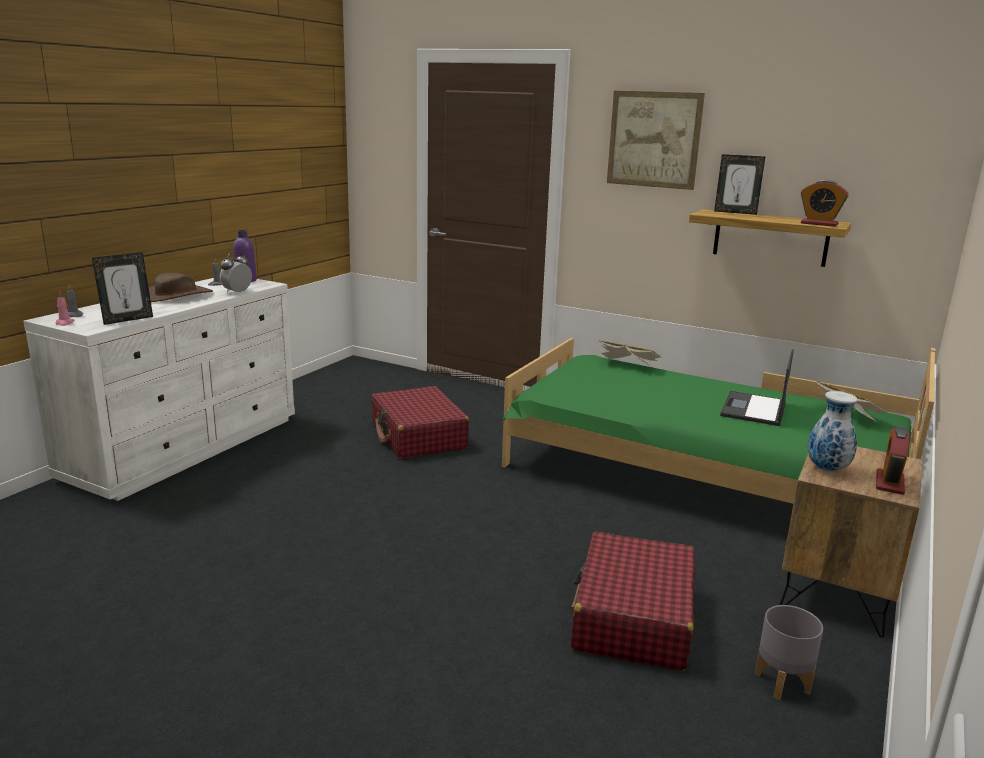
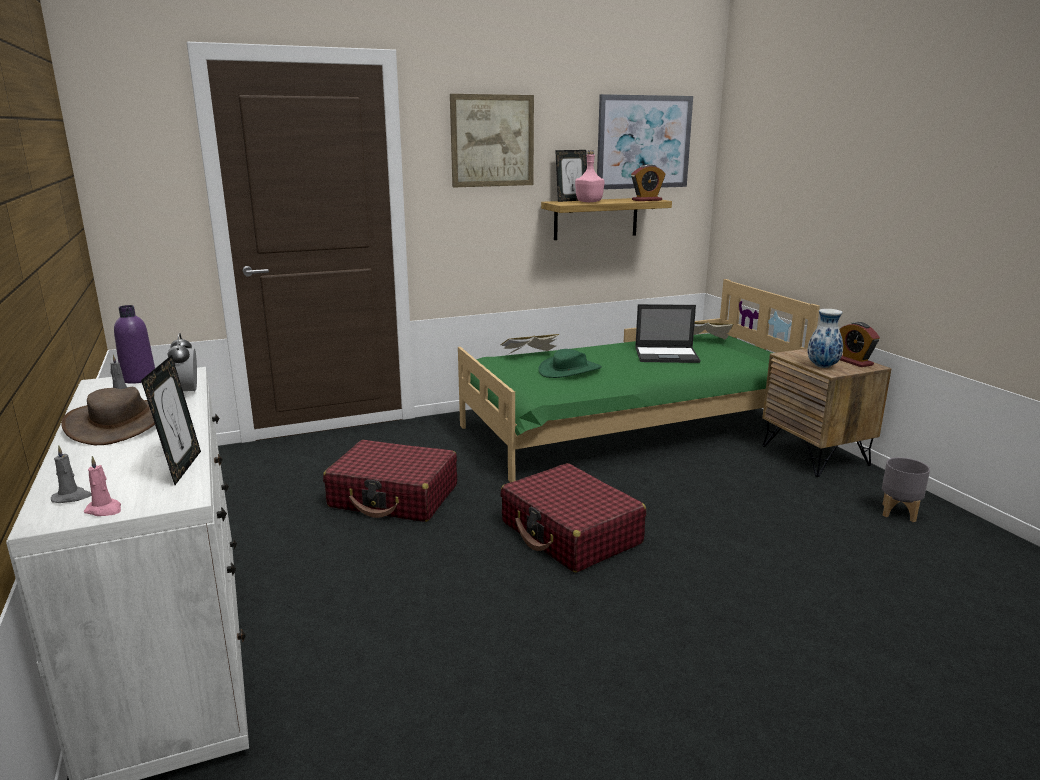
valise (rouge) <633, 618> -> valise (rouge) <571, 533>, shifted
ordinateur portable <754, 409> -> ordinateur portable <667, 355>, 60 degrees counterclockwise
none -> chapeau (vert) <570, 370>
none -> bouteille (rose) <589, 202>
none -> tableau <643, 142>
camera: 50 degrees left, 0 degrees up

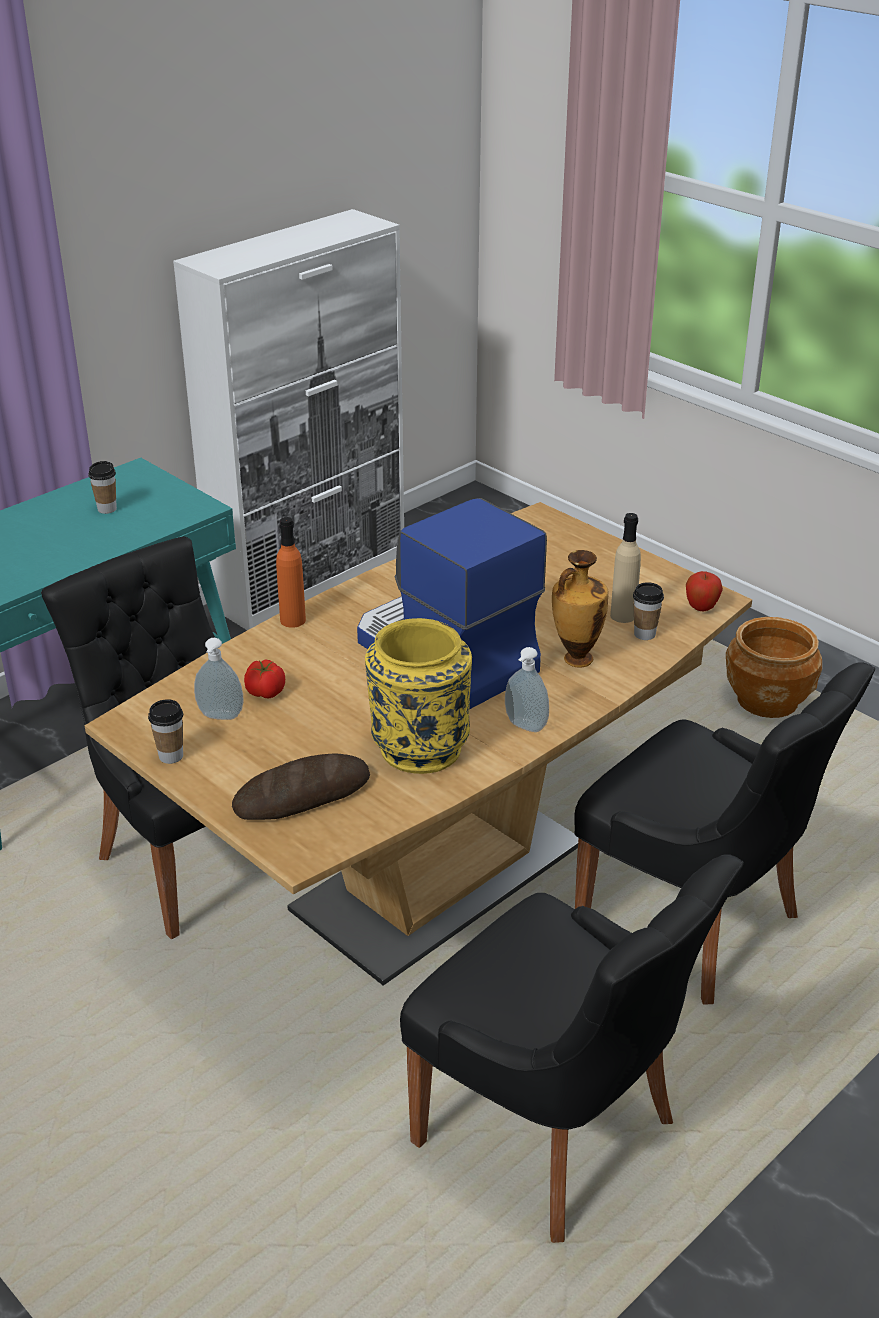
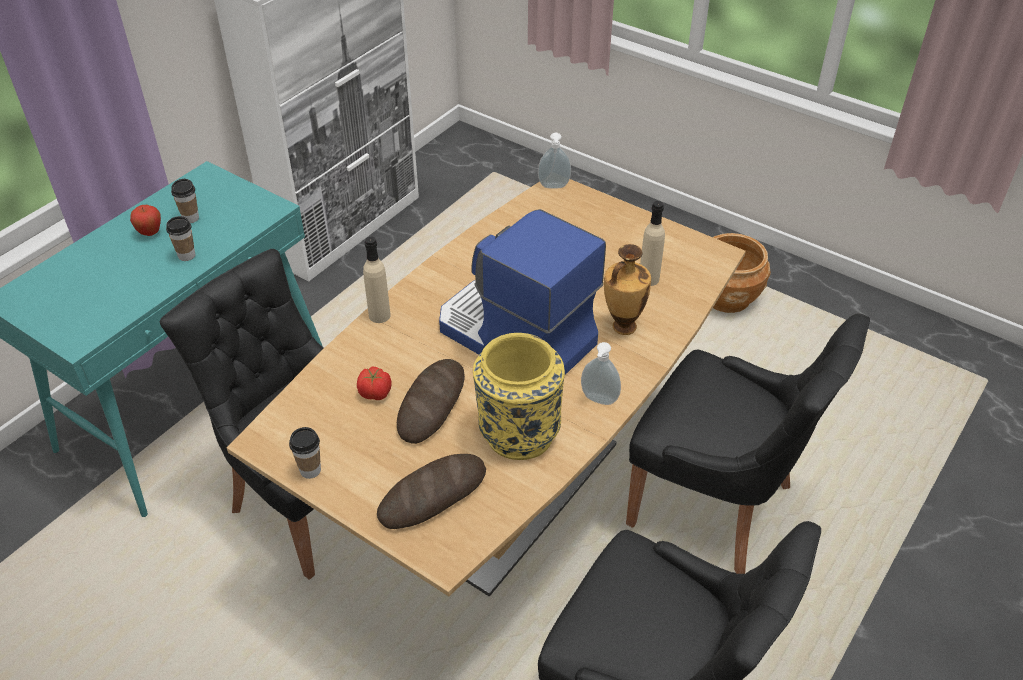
distributeur de savon <220, 717> -> distributeur de savon <554, 187>, shifted
bouteille (orange) <293, 620> -> bouteille (beige) <379, 315>
tasse <644, 634> -> tasse <186, 255>, shifted
pomme <701, 608> -> pomme <150, 233>, shifted
none -> pain <432, 404>
camera: 10 degrees left, 10 degrees up

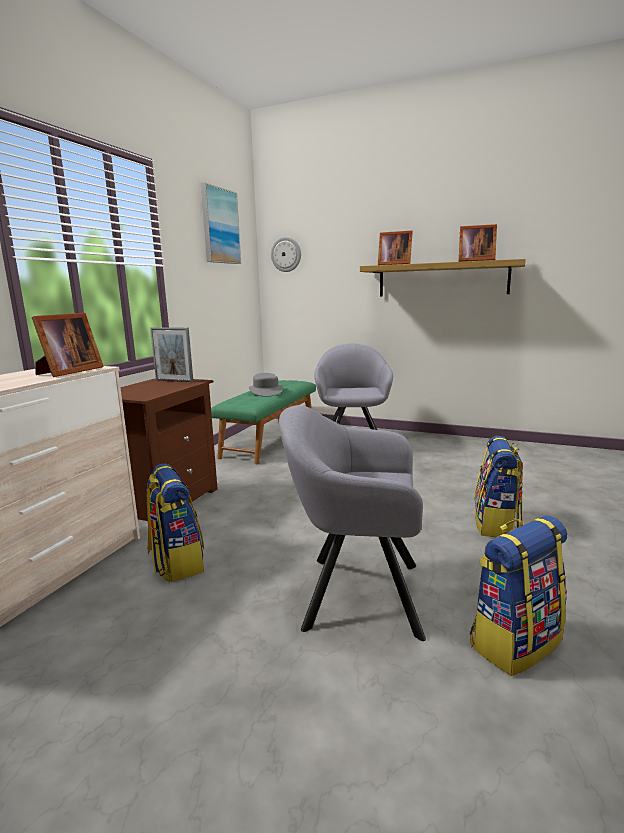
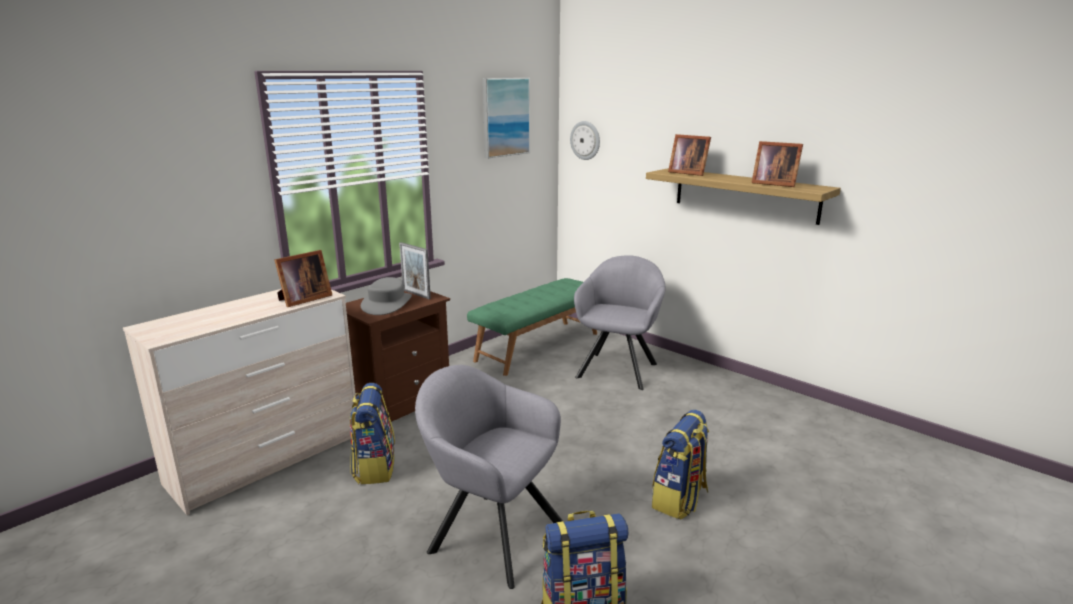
chapeau (gris) <266, 391> -> chapeau (gris) <387, 304>, shifted
camera: 20 degrees right, 5 degrees up

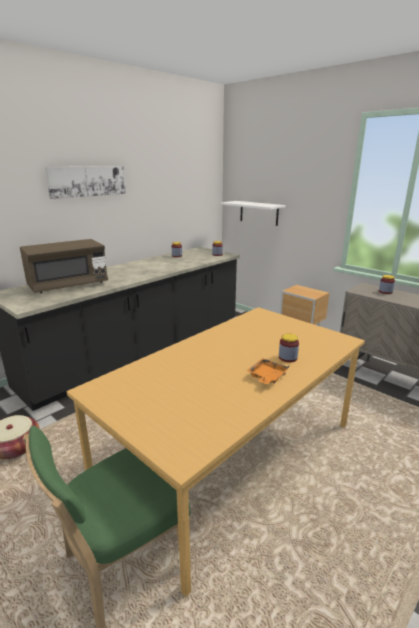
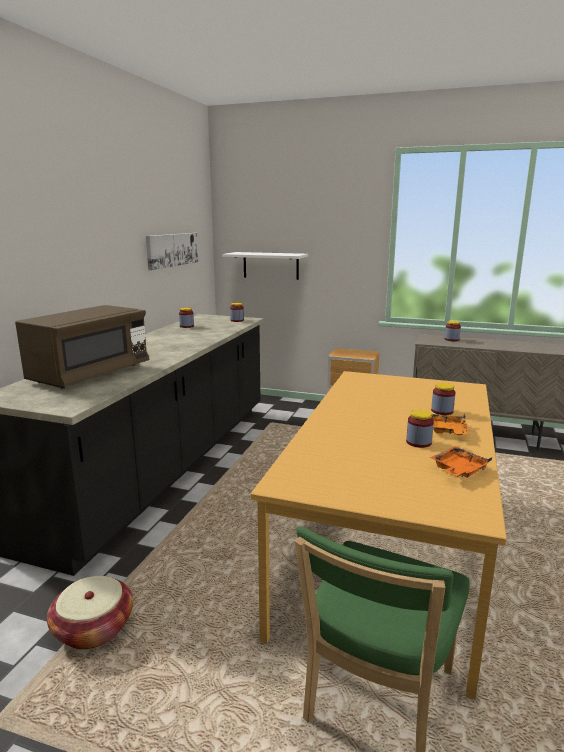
tableau <87, 181> -> tableau <172, 250>, shifted
none -> bocal <418, 442>
none -> plateau (orange) <458, 470>
camera: 25 degrees left, 5 degrees down

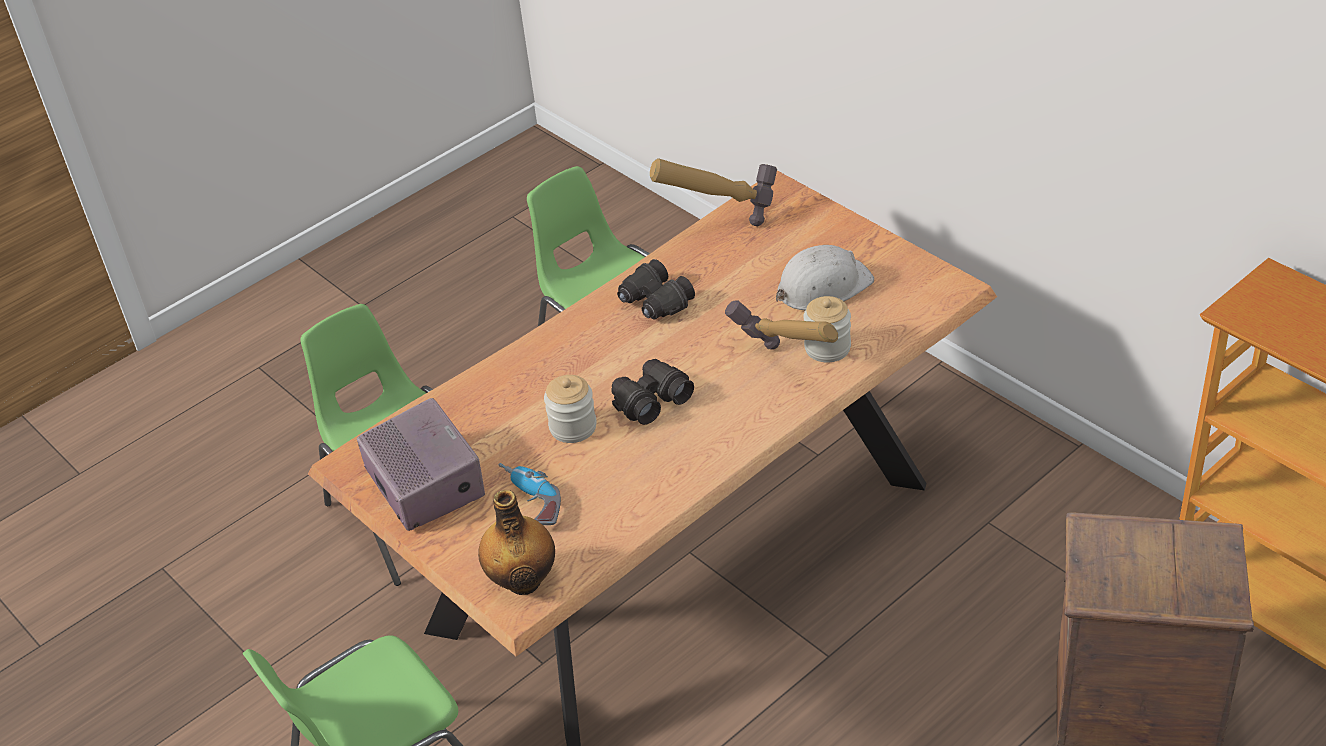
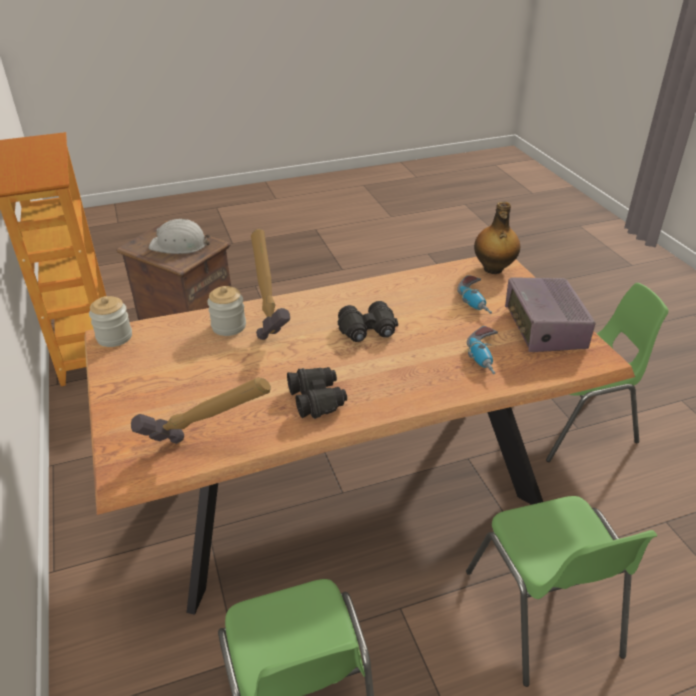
bocal <573, 427> -> bocal <114, 337>, shifted
casque de chantier (blanc) <822, 286> -> casque de chantier (blanc) <179, 245>, shifted
none -> perceuse <486, 357>
camera: 160 degrees left, 5 degrees down

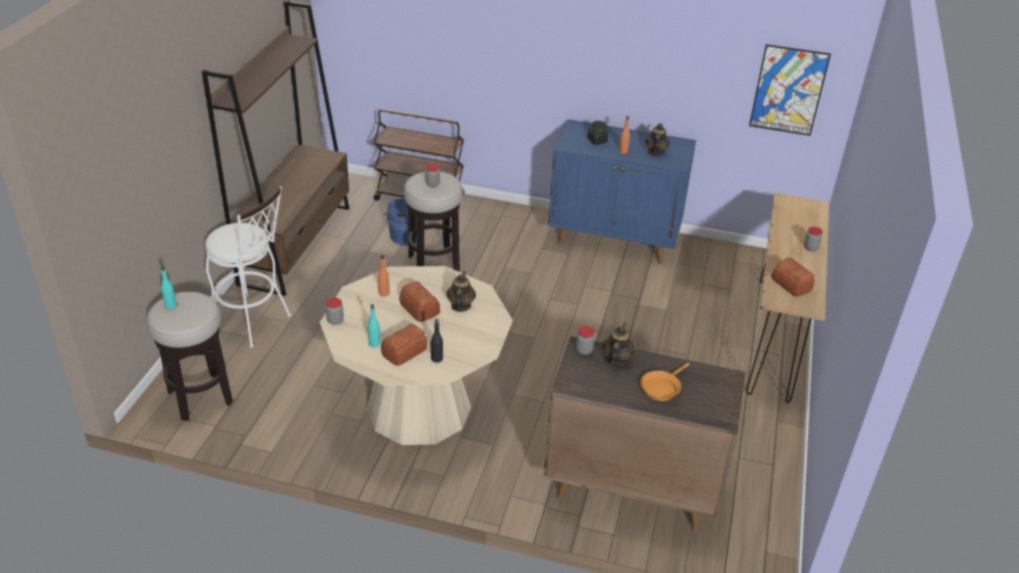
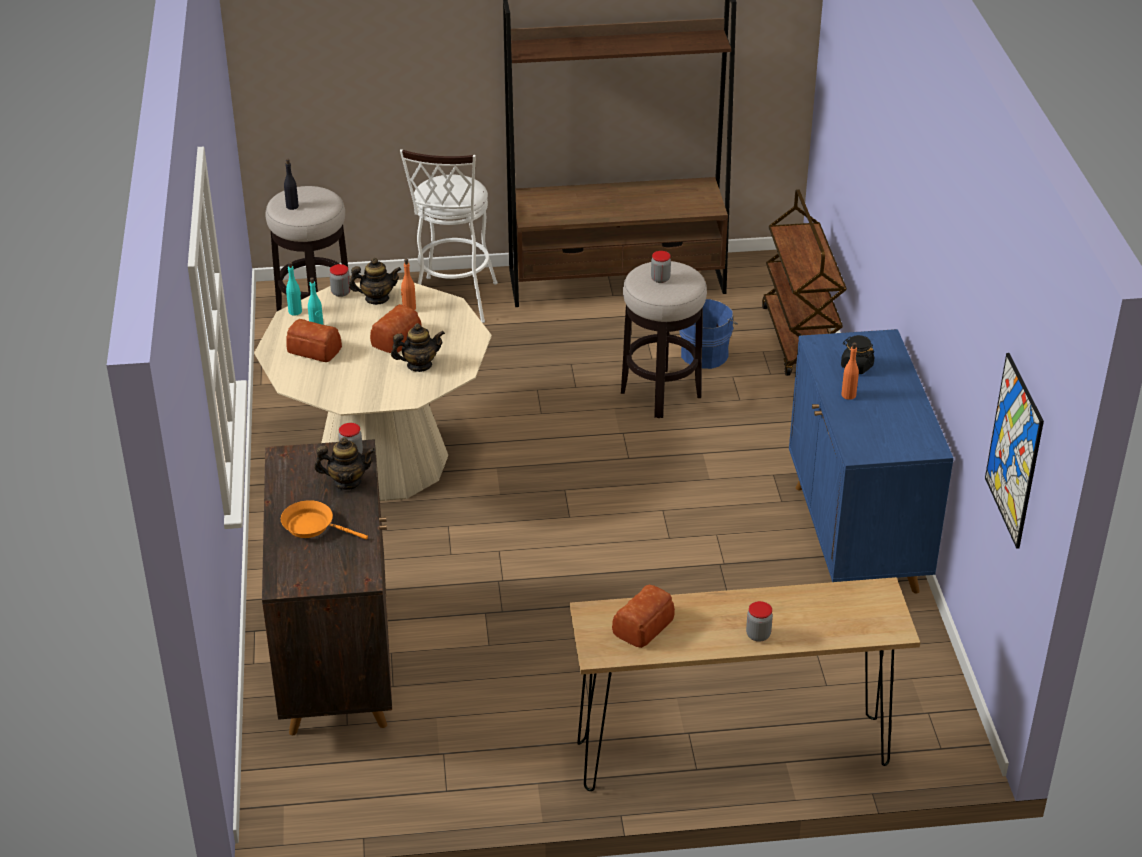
bouteille (turquoise) <170, 305> -> bouteille (turquoise) <295, 311>, shifted
bouteille (noir) <436, 358> -> bouteille (noir) <292, 206>, shifted
théière <655, 152> -> théière <376, 298>, shifted
camera: 70 degrees right, 0 degrees up

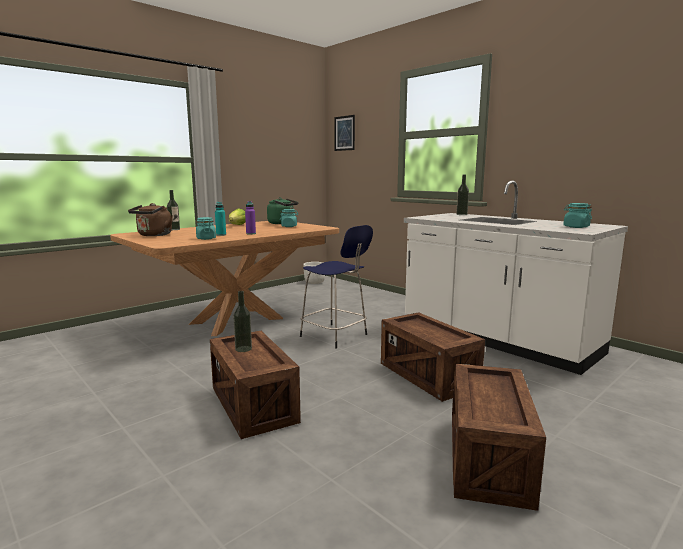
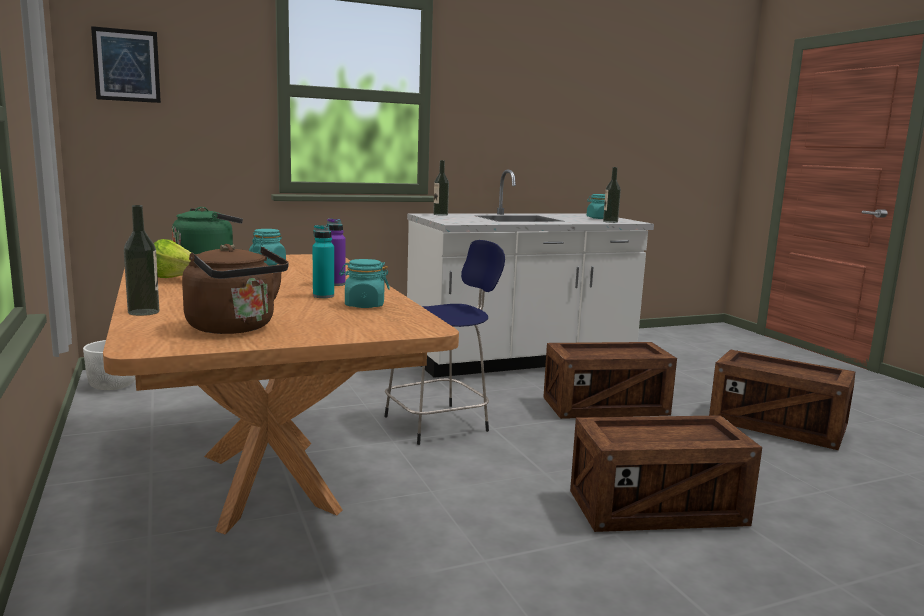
bouteille <243, 349> -> bouteille <610, 222>, shifted
camera: 70 degrees left, 0 degrees up

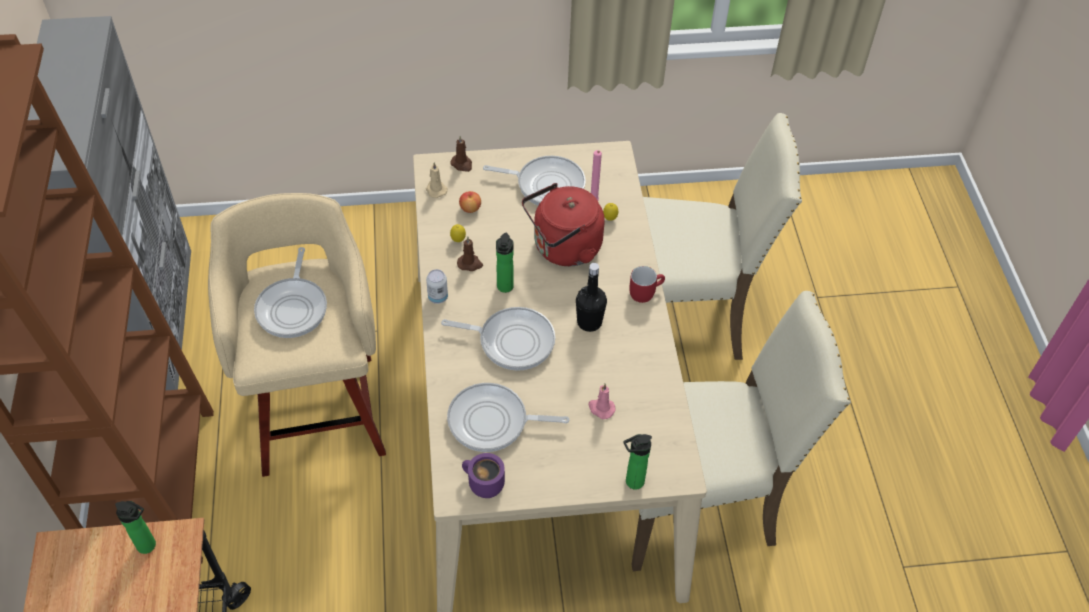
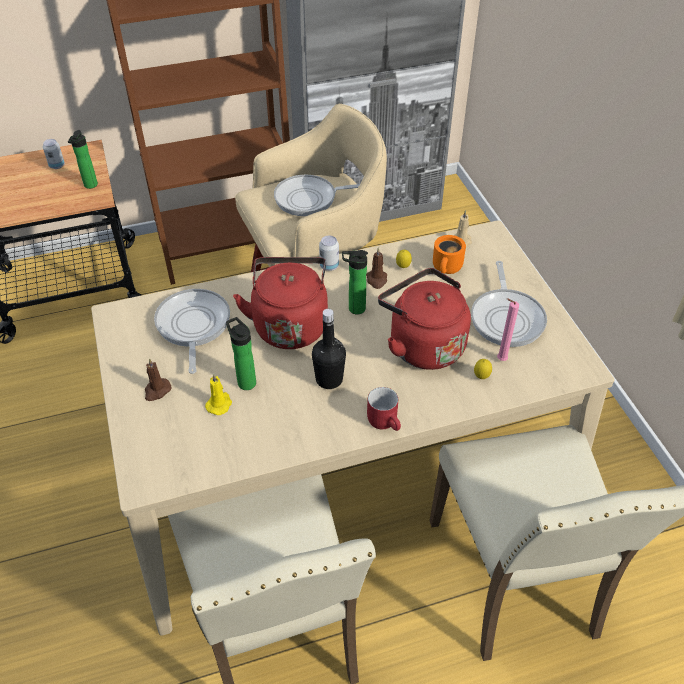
poêle <512, 341> -> bouilloire (rouge) <290, 324>
bougie (marron) <462, 164> -> bougie (marron) <157, 391>, shifted
pomme <470, 208> -> mug (orange) <447, 268>
mug (violet) <483, 484> -> none
bougie (rose) <601, 408> -> bougie (jaune) <219, 404>
bouteille <632, 482> -> bouteille <245, 381>, shifted
none -> boîte métallique <57, 166>
camera: 80 degrees right, 5 degrees down

